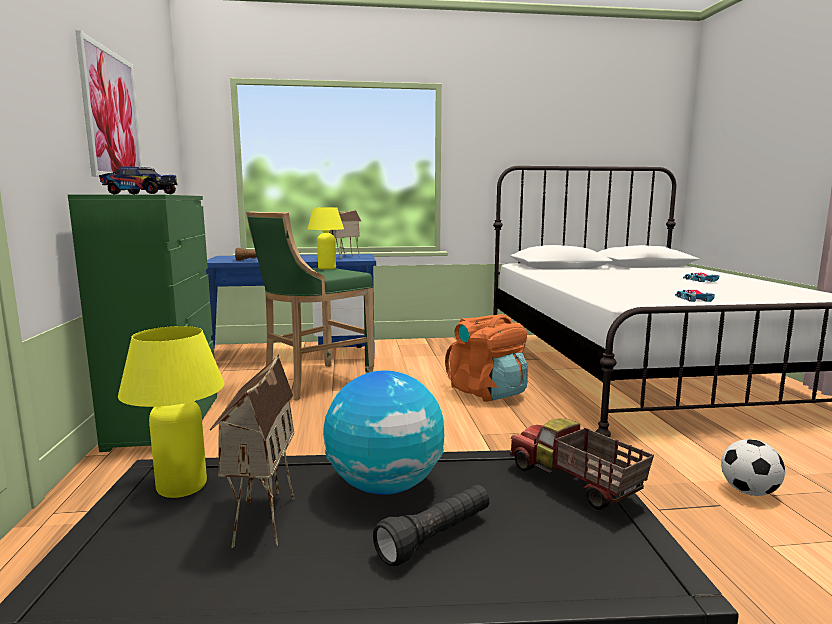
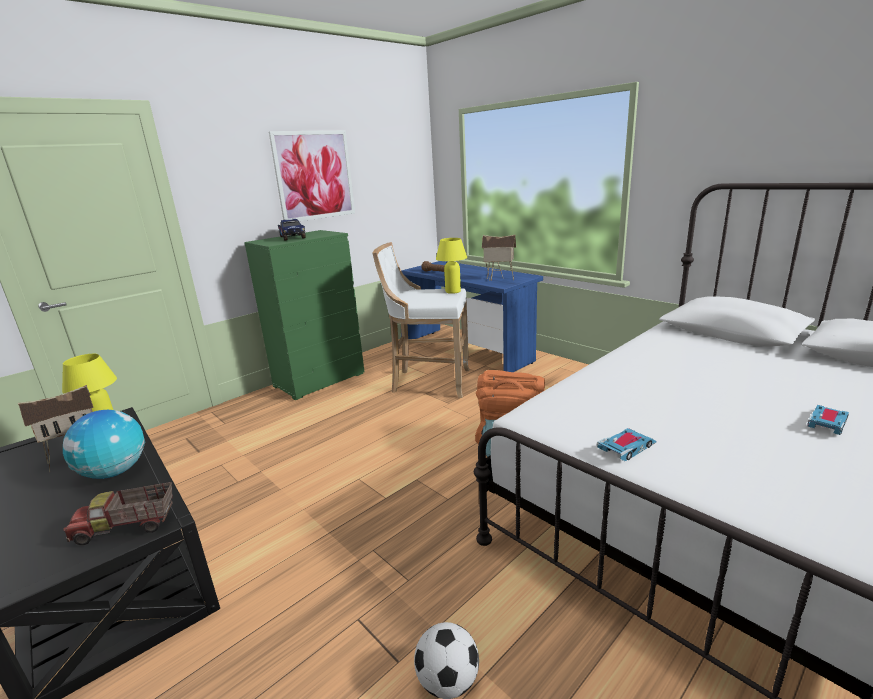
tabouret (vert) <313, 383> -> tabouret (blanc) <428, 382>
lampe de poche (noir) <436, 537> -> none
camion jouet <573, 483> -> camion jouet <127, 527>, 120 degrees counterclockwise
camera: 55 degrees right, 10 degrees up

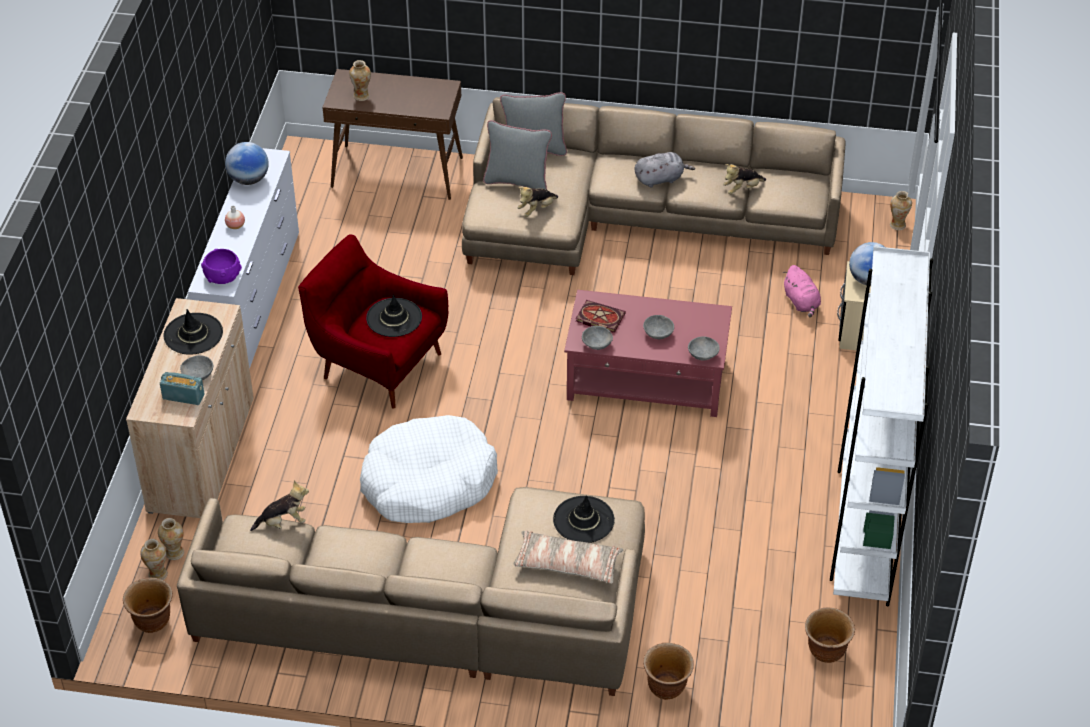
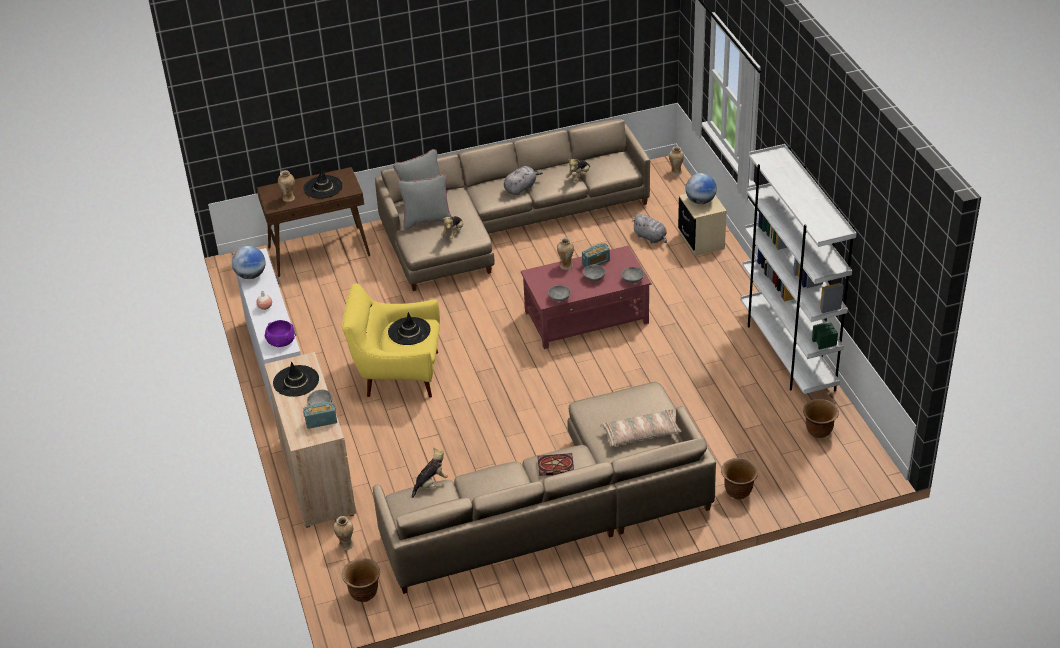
vase <157, 574> -> vase <566, 266>, shifted
fauteuil (rouge) <377, 363> -> fauteuil (jaune) <398, 374>
panier pour chien (blanc) <428, 482> -> none
chapeau (noir) <583, 520> -> chapeau (noir) <323, 187>, shifted
livre <599, 318> -> livre <554, 466>, shifted
peluche (rose) <801, 302> -> peluche (gris) <651, 237>
none -> radio <596, 262>
camera: 25 degrees left, 5 degrees down

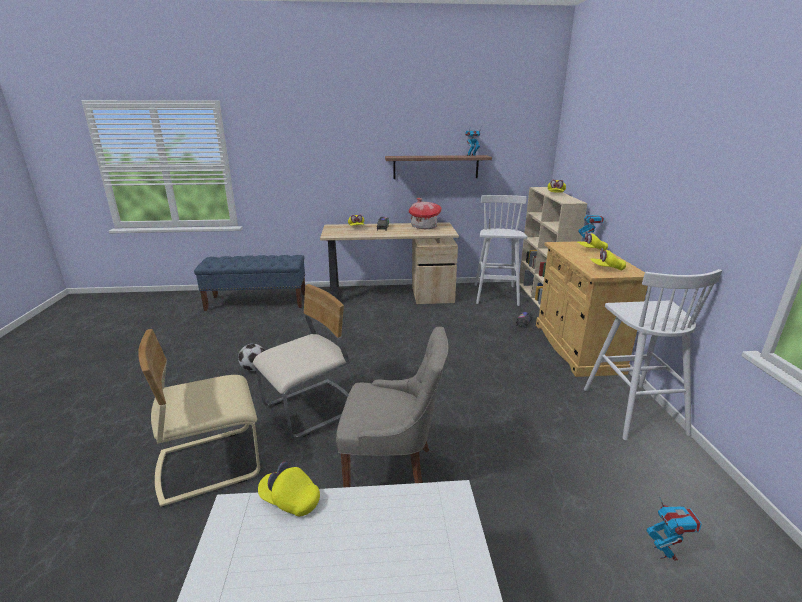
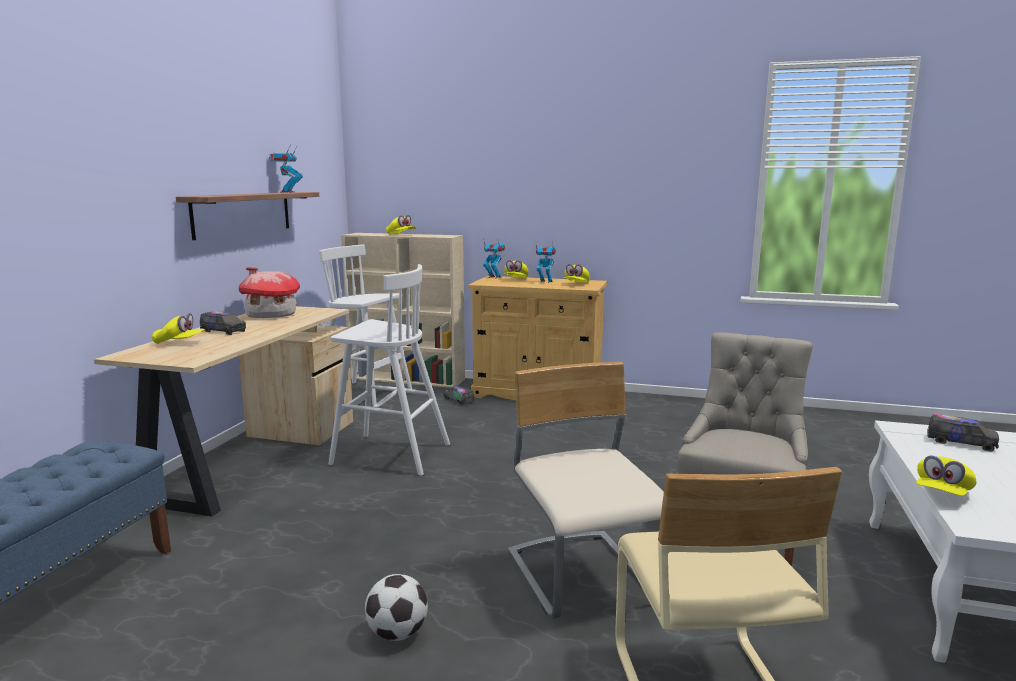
tabouret (blanc) <631, 409> -> tabouret (blanc) <389, 454>, shifted
robot jouet <665, 552> -> robot jouet <545, 282>, shifted
none -> camion jouet <960, 442>
camera: 70 degrees left, 10 degrees down

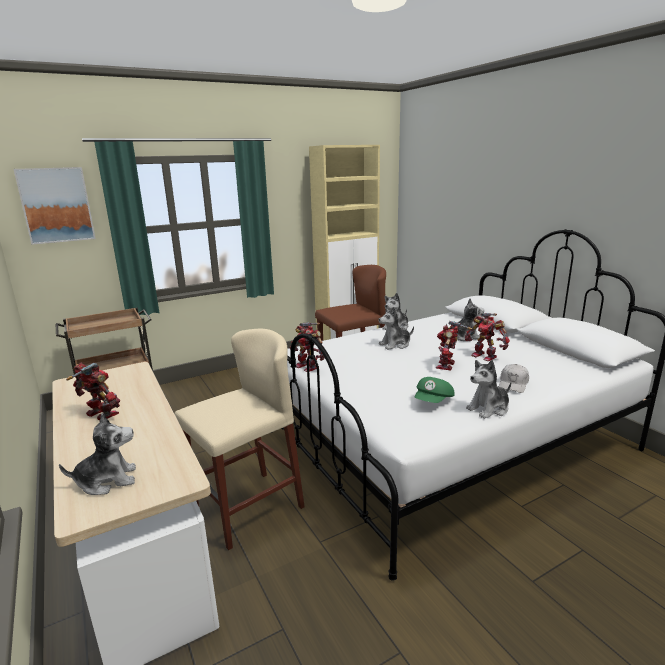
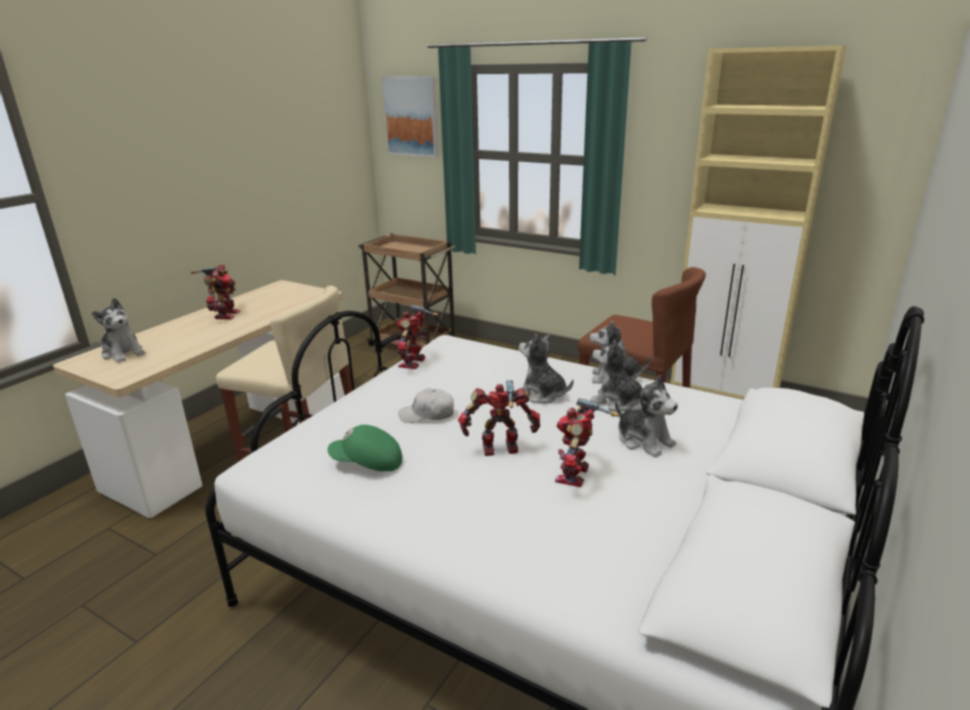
peluche <489, 409> -> peluche <617, 401>, shifted
casquette (blanc) <513, 384> -> casquette (blanc) <427, 414>, shifted
camera: 60 degrees right, 5 degrees up

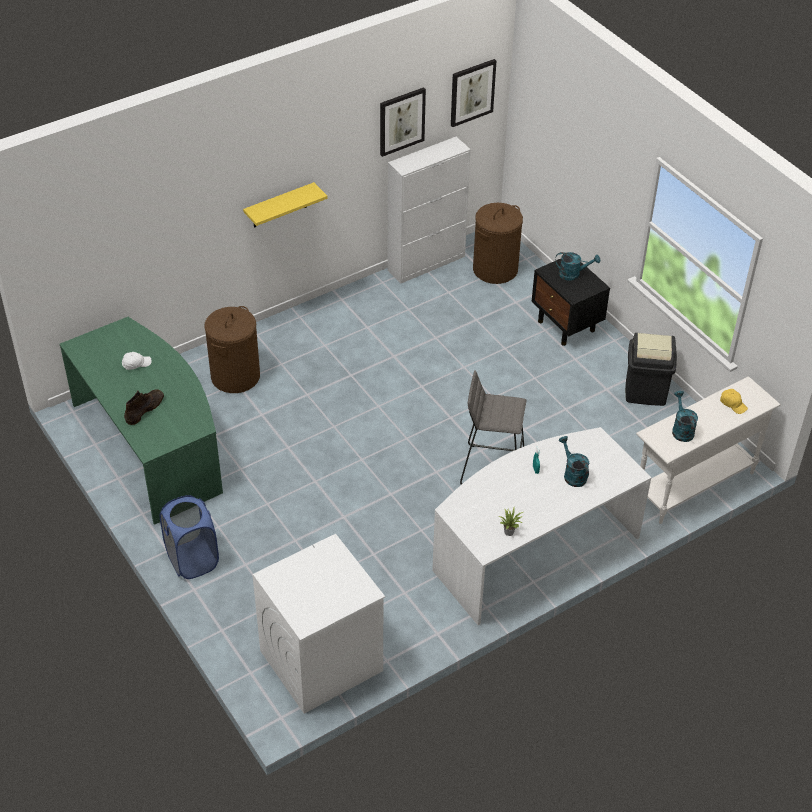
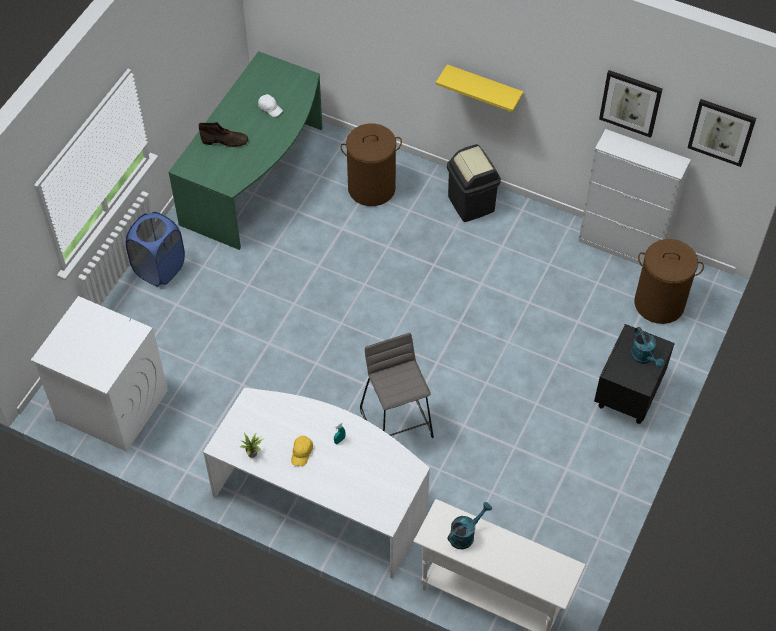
arrosoir (turquoise) <572, 474> -> none
poubelle (noir) <645, 391> -> poubelle (noir) <471, 203>, shifted
casquette (jaune) <733, 404> -> casquette (jaune) <302, 453>, shifted
camera: 60 degrees right, 10 degrees up

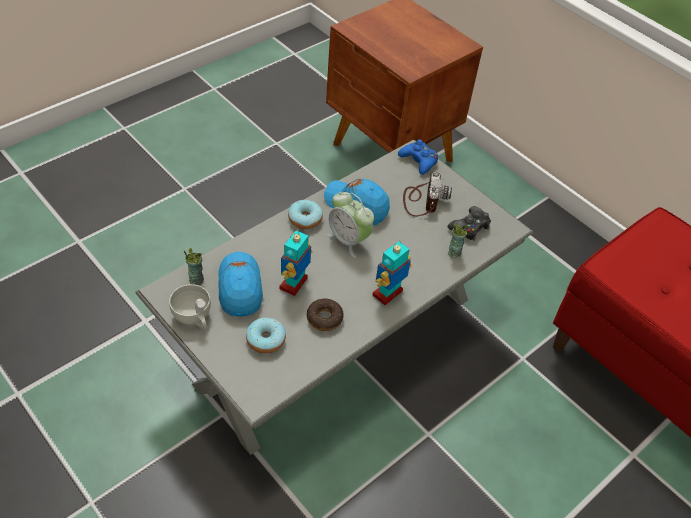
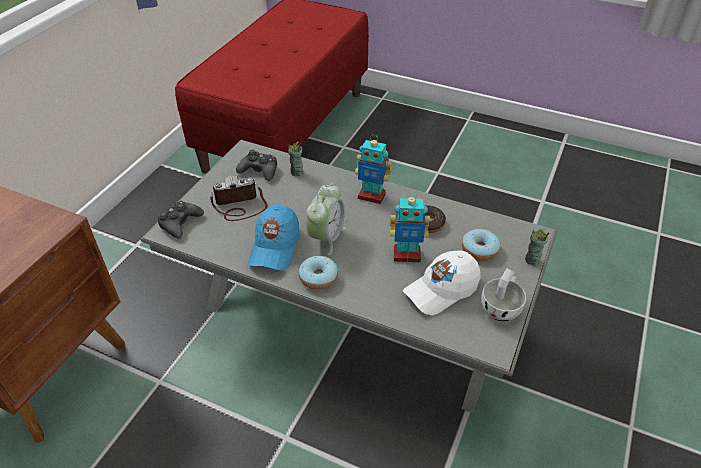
tasse <196, 279> -> tasse <532, 260>, shifted
casquette (bleu) <240, 288> -> casquette (blanc) <441, 290>
manette (bleu) <419, 161> -> manette (noir) <180, 223>
camera: 110 degrees left, 5 degrees down

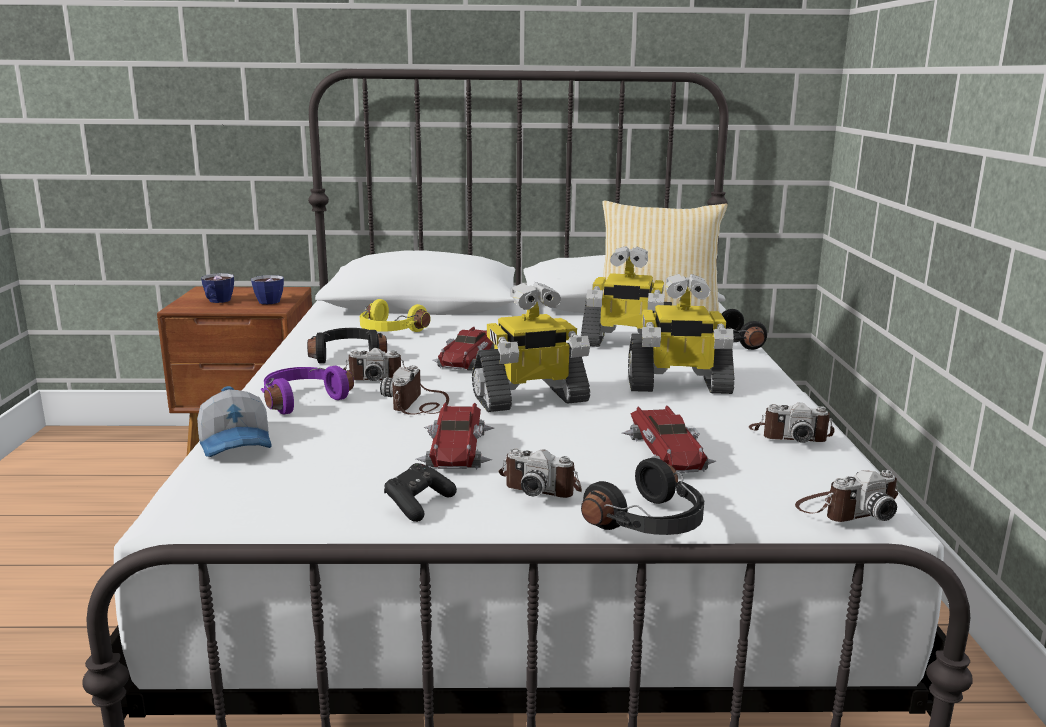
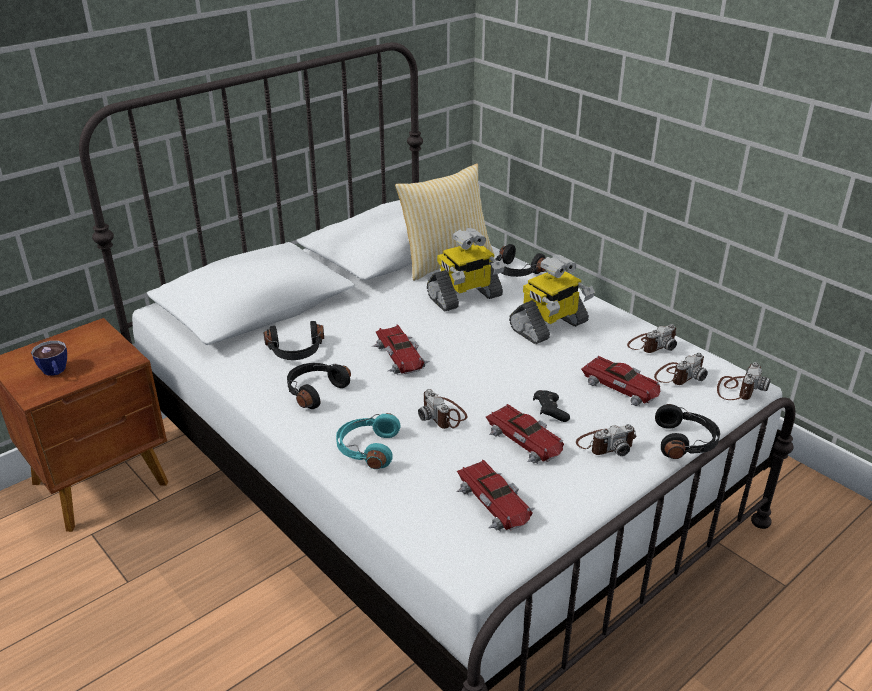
casquette <237, 443> -> none
tasse <269, 300> -> none
casque audio (violet) <301, 400> -> casque audio (turquoise) <367, 449>
appareil photo <375, 377> -> appareil photo <678, 375>, shifted
casque audio (jaune) <389, 331> -> casque audio (noir) <296, 352>
manette (noir) <418, 504> -> manette (noir) <549, 412>, shifted
robot jouet <530, 399> -> none
none -> petite voiture <495, 503>
camera: 40 degrees left, 15 degrees up

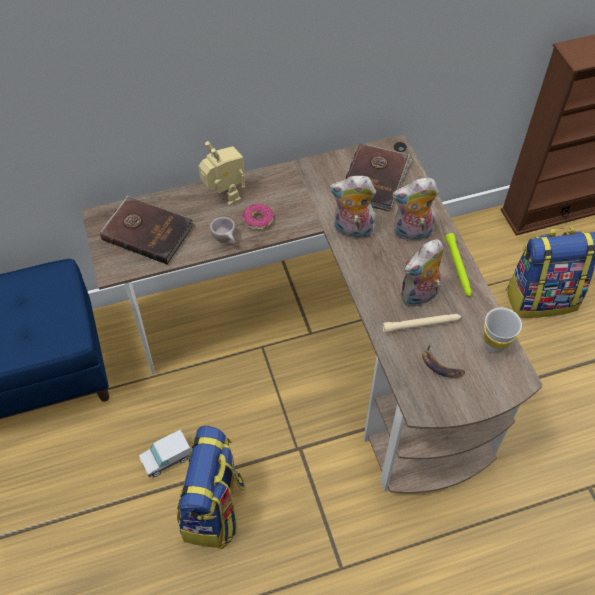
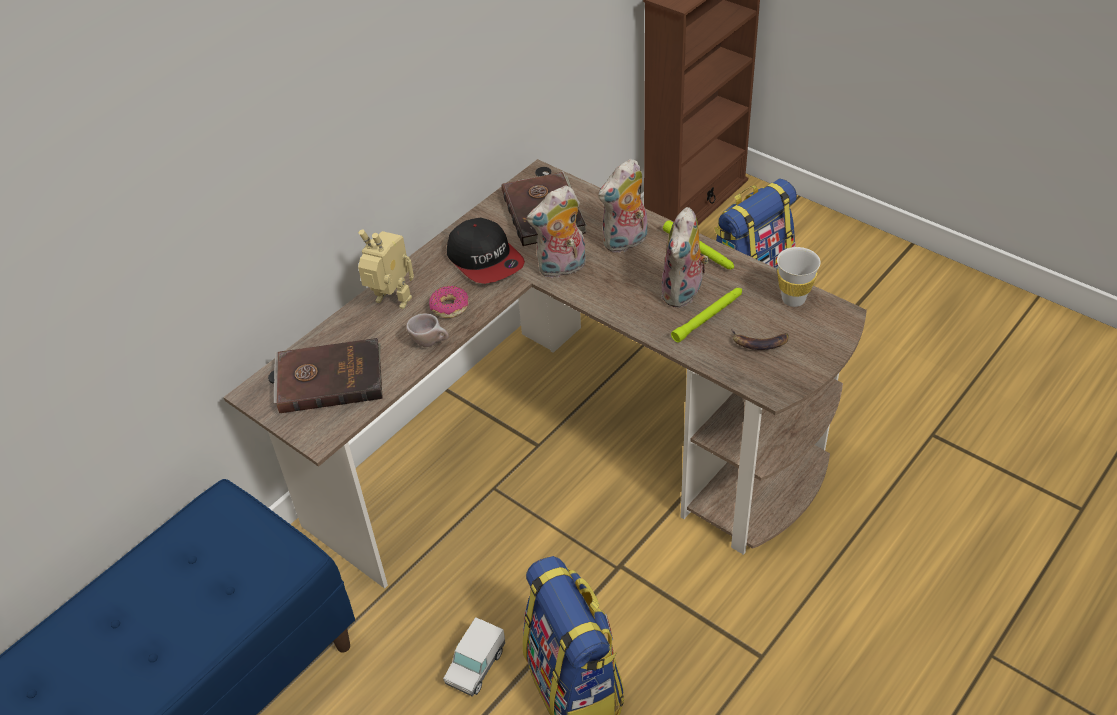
lampe de poche (beige) <421, 325> -> lampe de poche (vert) <708, 317>
none -> casquette <485, 259>
camera: 30 degrees left, 10 degrees down

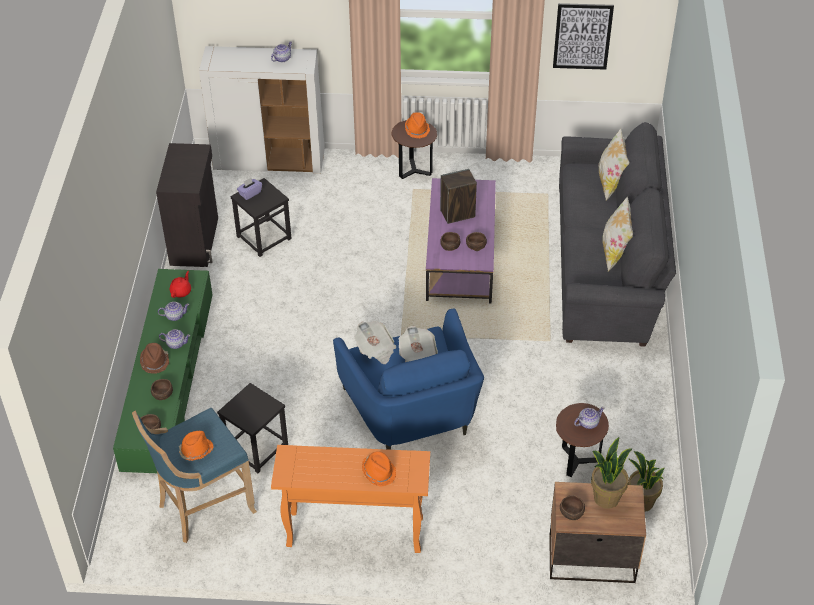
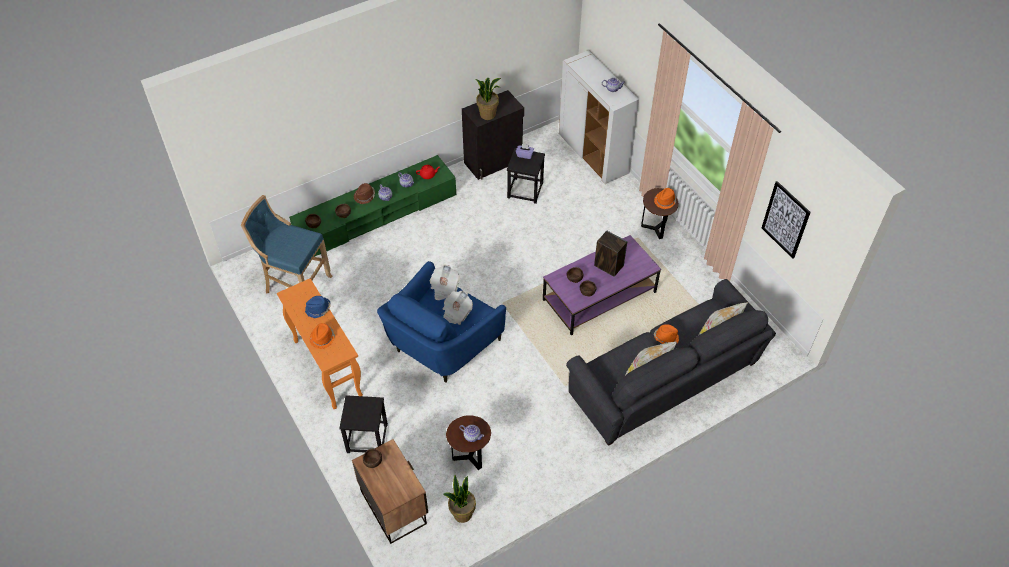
chapeau (orange) <195, 450> -> chapeau (orange) <665, 337>, shifted
tabouret (noir) <256, 448> -> tabouret (noir) <367, 438>, shifted
plante en pot <606, 497> -> plante en pot <488, 114>, shifted
none -> chapeau (bleu) <318, 309>
camera: 55 degrees right, 5 degrees up

